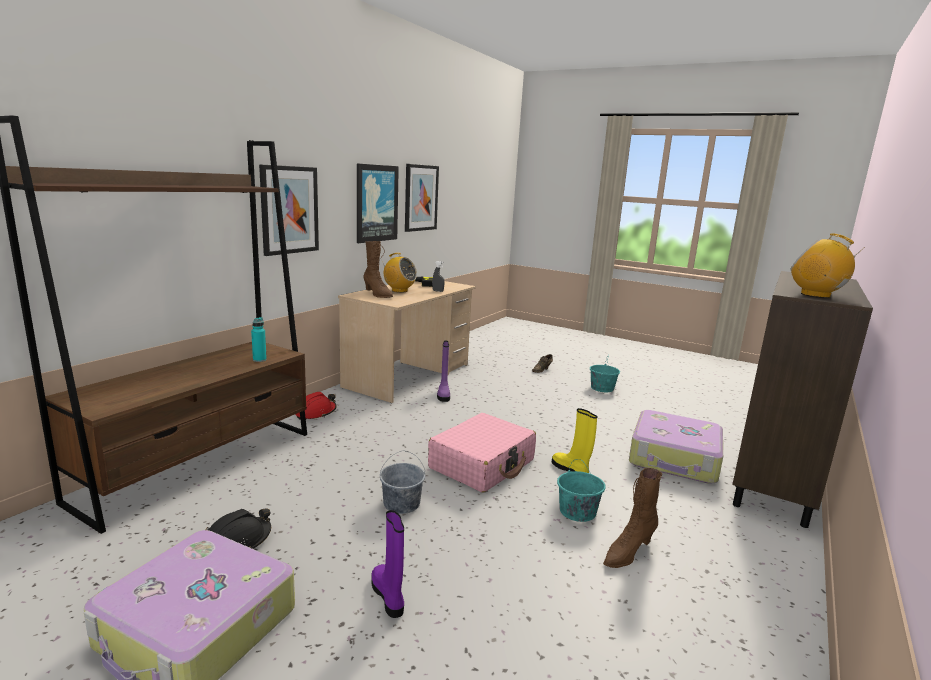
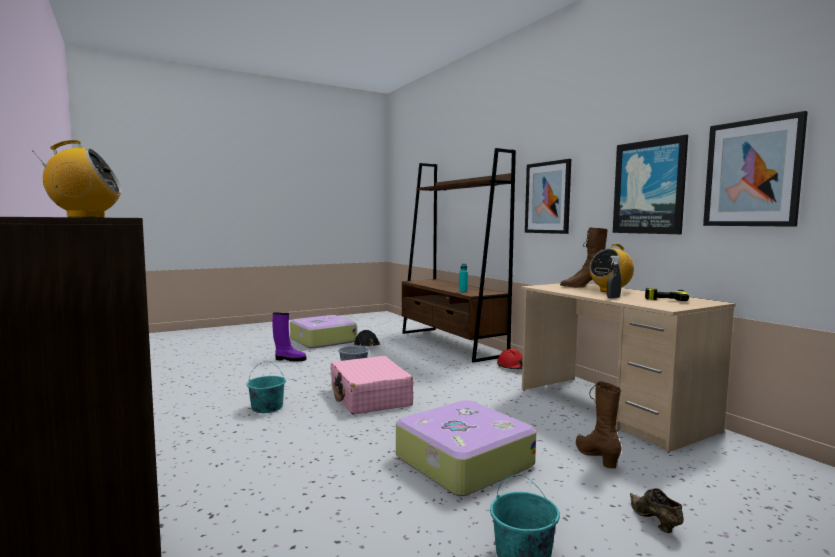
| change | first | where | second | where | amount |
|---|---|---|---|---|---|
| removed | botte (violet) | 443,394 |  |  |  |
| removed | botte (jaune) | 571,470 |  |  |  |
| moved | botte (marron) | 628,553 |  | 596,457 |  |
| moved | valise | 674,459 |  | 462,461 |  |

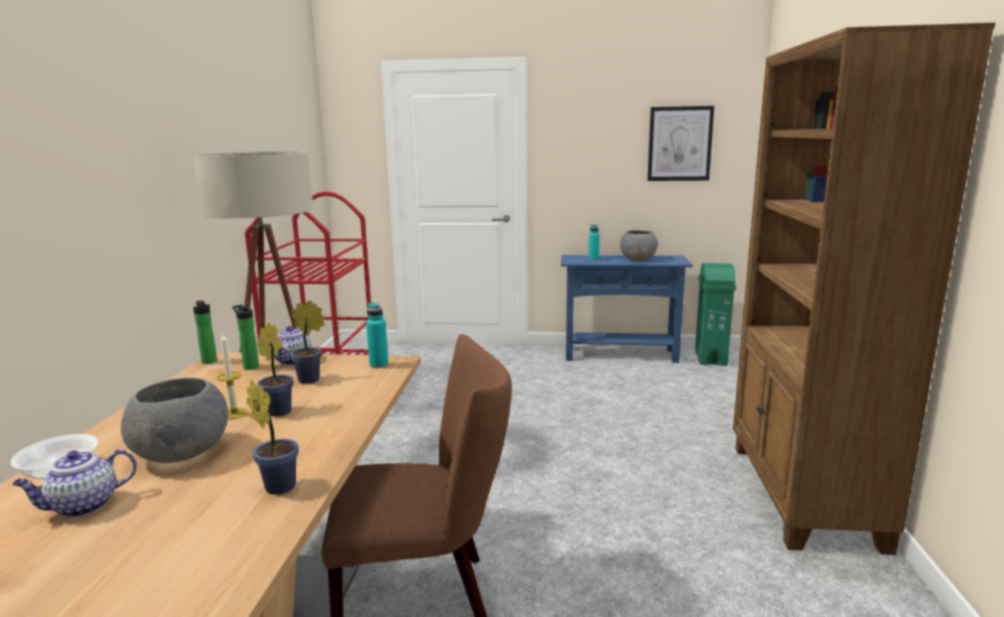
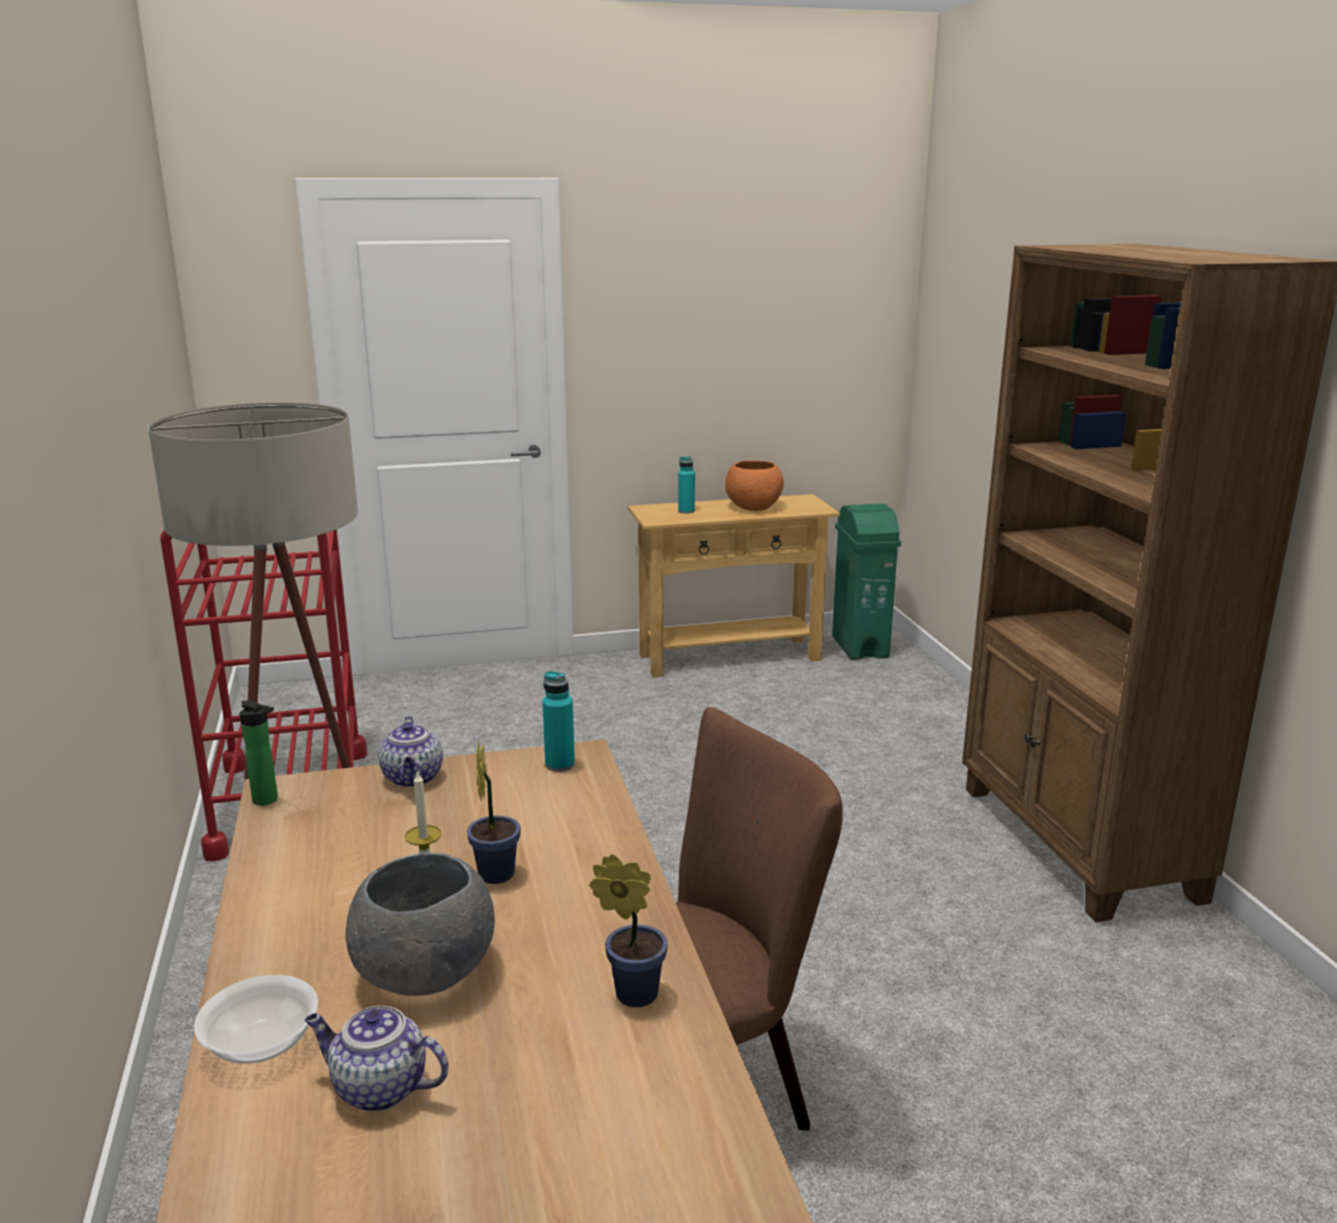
| change | first | where | second | where | amount |
|---|---|---|---|---|---|
| turned | théière | 83,506 |  | 378,1088 | 75 degrees clockwise |
| removed | bouteille | 250,366 |  |  |  |
| removed | plante en pot | 312,379 |  |  |  |
| recoloured | table console (bleu) | 620,355 | table console (beige) | 729,657 |  |
| recoloured | bol (gris) | 638,259 | bol (orange) | 753,507 |  |
| removed | tableau | 679,144 |  |  |  |

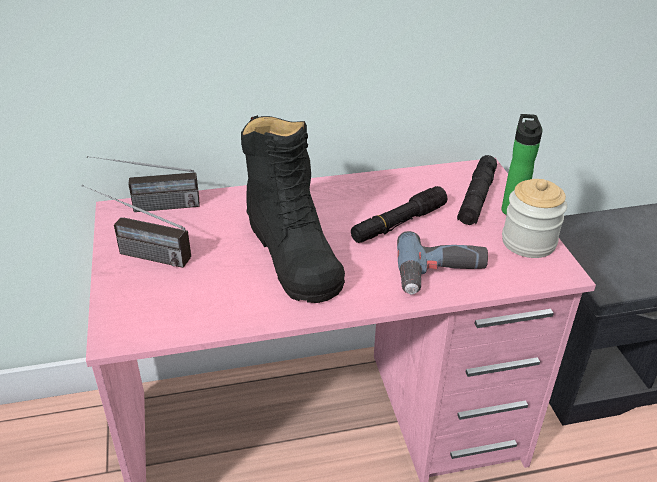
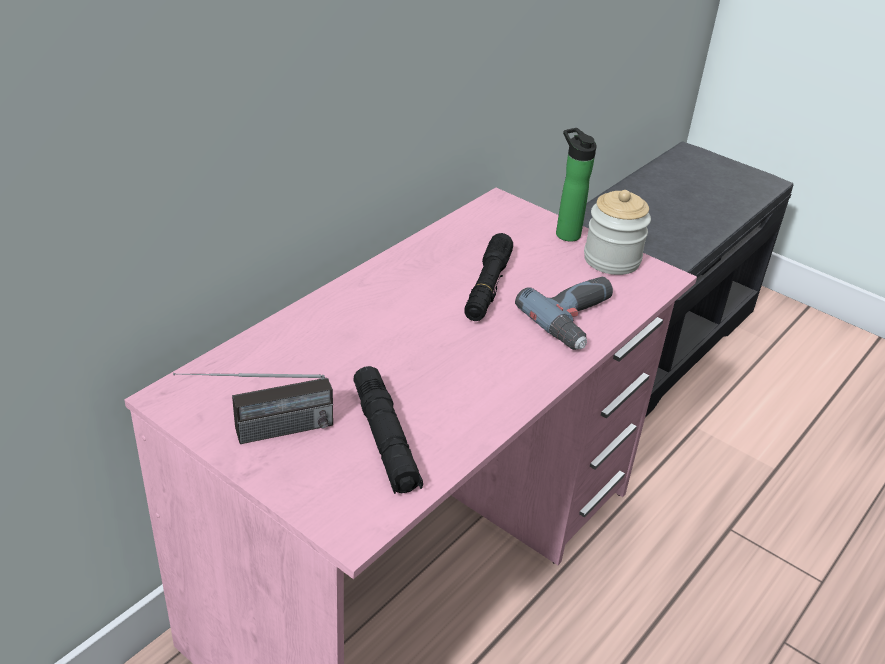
| change | first | where | second | where | amount |
|---|---|---|---|---|---|
| removed | radio | 148,207 |  |  |  |
| removed | botte (noir) | 292,253 |  |  |  |
| moved | lampe de poche (noir) | 476,198 |  | 385,439 |  |

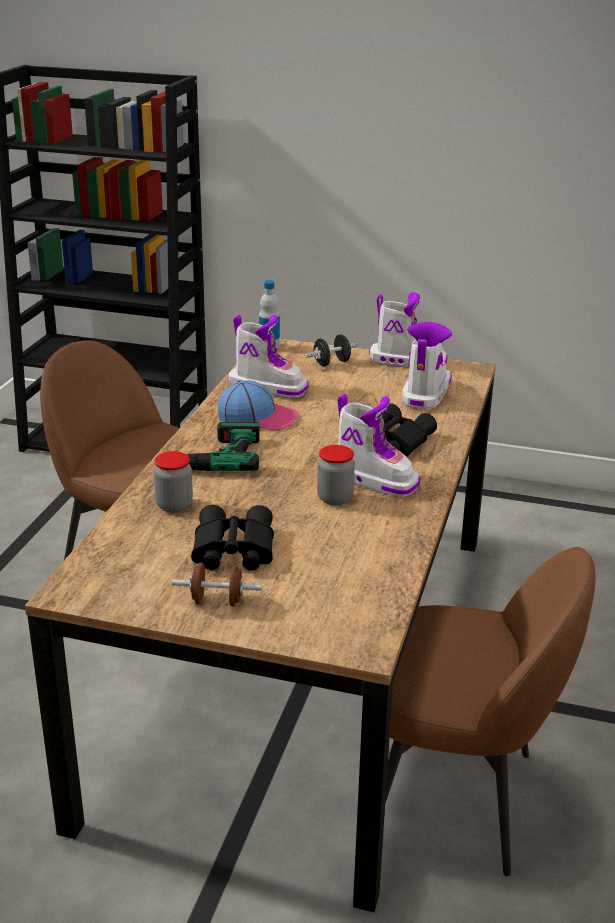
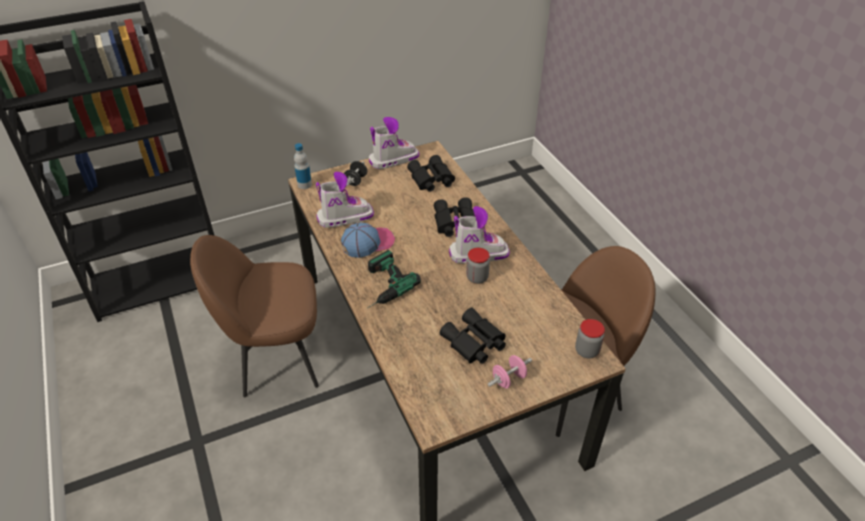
| change | first | where | second | where | amount |
|---|---|---|---|---|---|
| moved | bocal | 174,505 |  | 586,351 |  |
| recoloured | haltère (marron) | 217,601 | haltère (rose) | 508,379 |  |
| replaced | botte | 425,394 | jumelles (noir) | 431,179 |  |

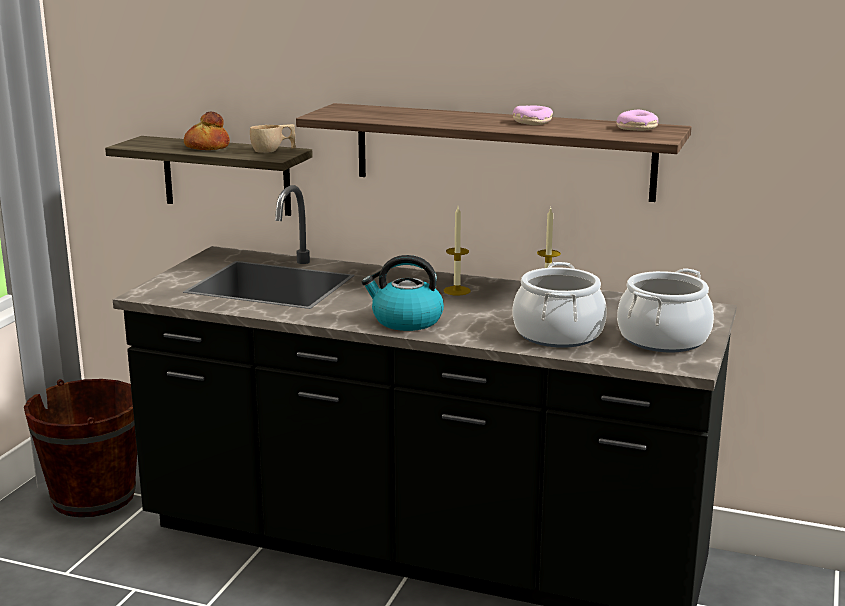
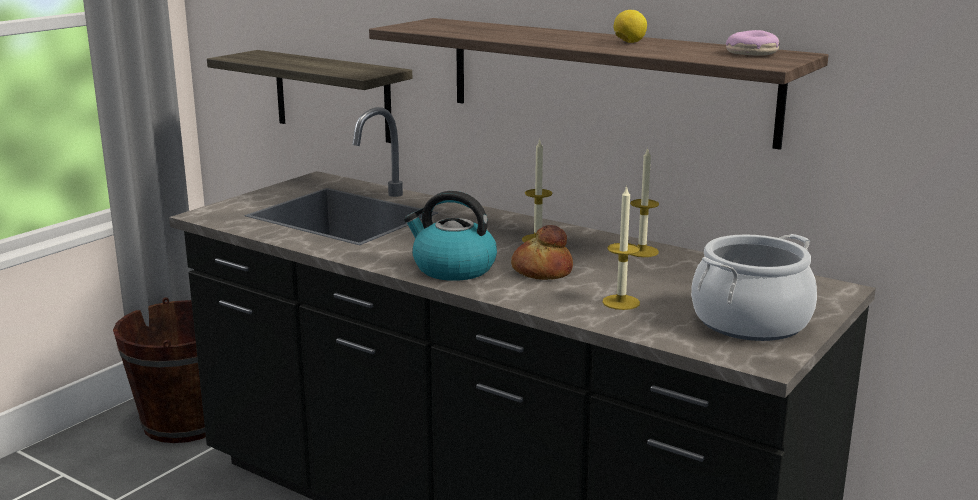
| change | first | where | second | where | amount |
|---|---|---|---|---|---|
| moved | pain | 206,147 |  | 541,271 |  |
| removed | tasse (beige) | 273,151 |  |  |  |
| replaced | beignet | 532,122 | citron | 629,42 |  |
| replaced | marmite | 558,334 | bougie | 621,302 |  |

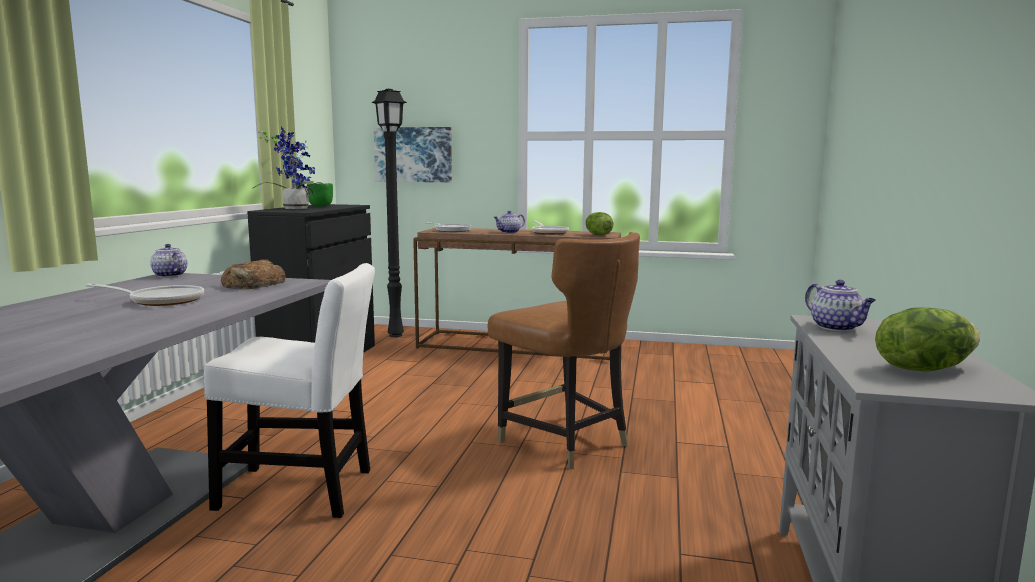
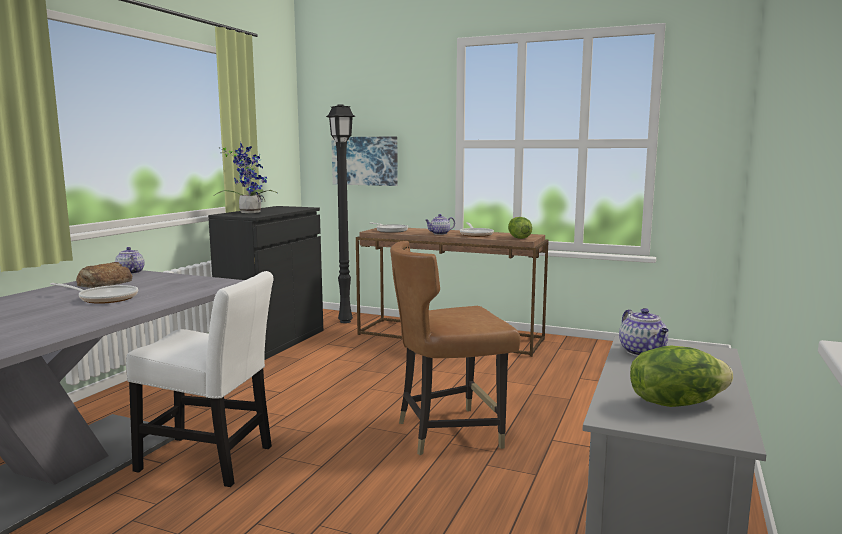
| change | first | where | second | where | amount |
|---|---|---|---|---|---|
| moved | pain | 253,284 |  | 103,283 |  |
| removed | bol (vert) | 321,206 |  |  |  |
| turned | chaise (marron) | 564,442 |  | 449,432 | 105 degrees clockwise |

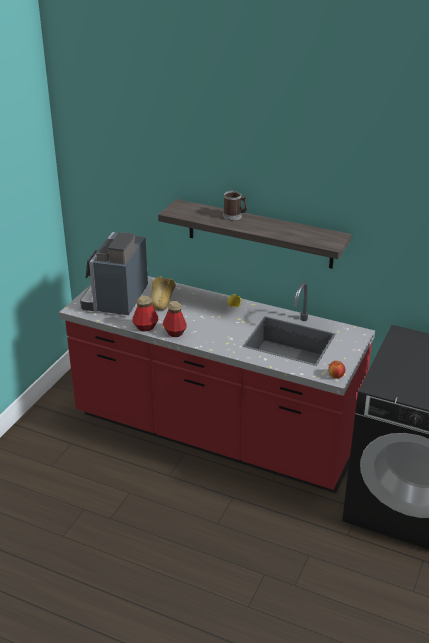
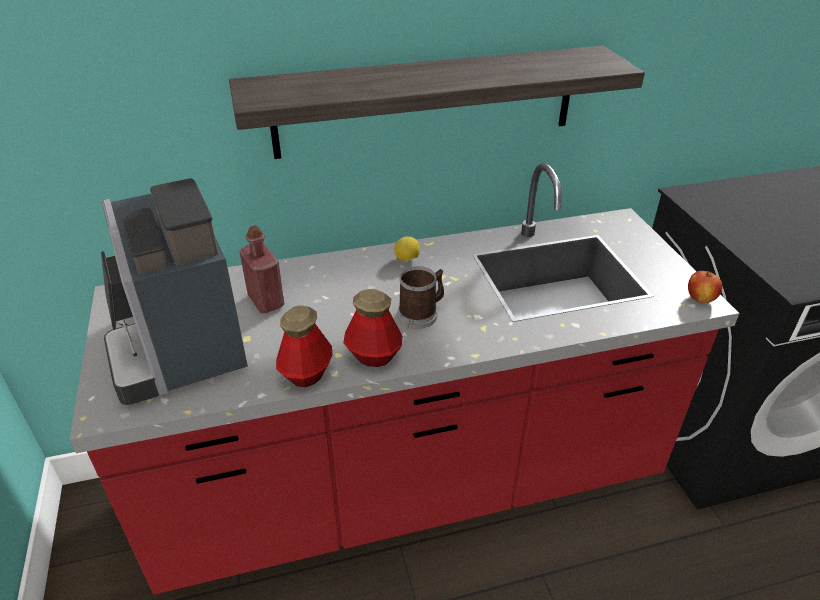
| change | first | where | second | where | amount |
|---|---|---|---|---|---|
| replaced | pain | 161,298 | bouteille (rouge) | 266,301 |  |
| moved | mug | 234,216 |  | 421,314 |  |

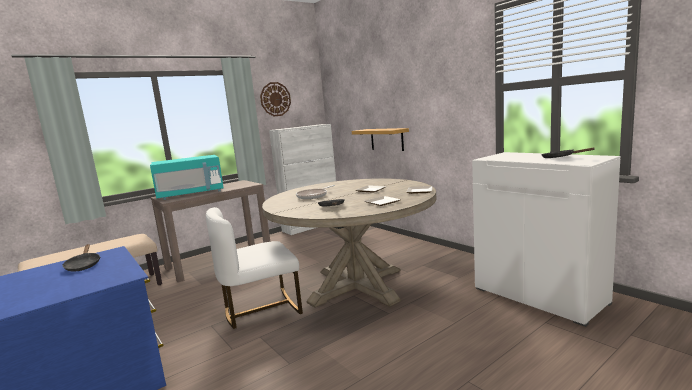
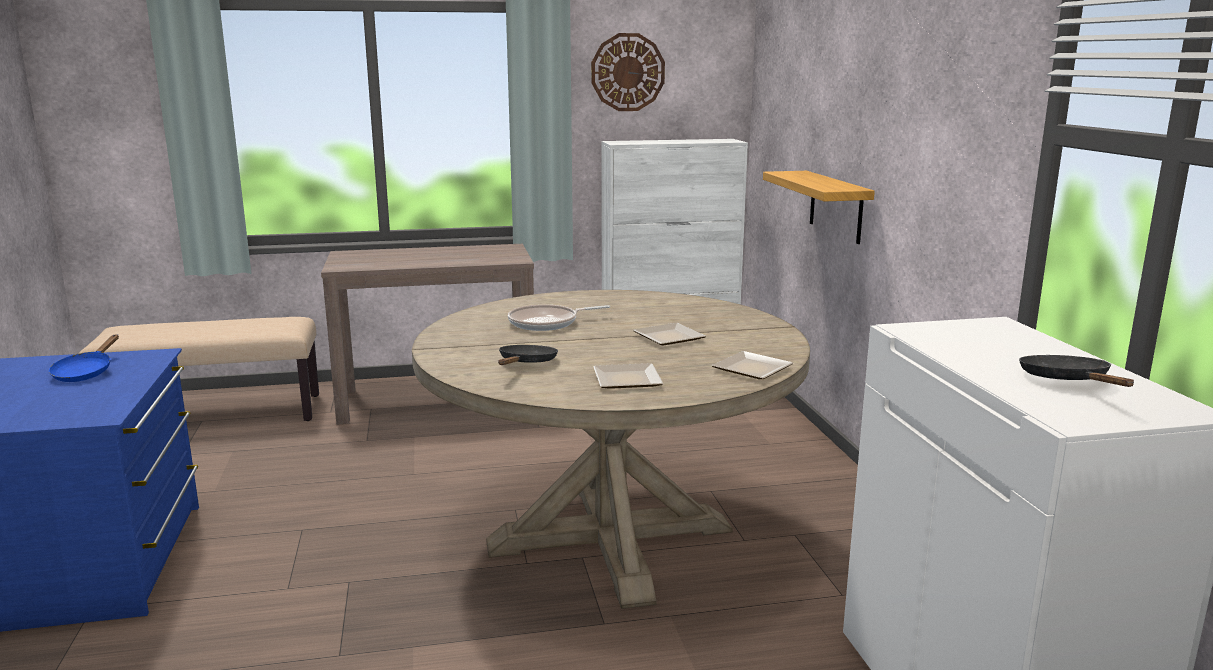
| change | first | where | second | where | amount |
|---|---|---|---|---|---|
| recoloured | poêle (noir) | 83,265 | poêle (bleu) | 86,372 |  |
| removed | micro-ondes (turquoise) | 191,194 |  |  |  |
| removed | chaise (blanc) | 261,309 |  |  |  |

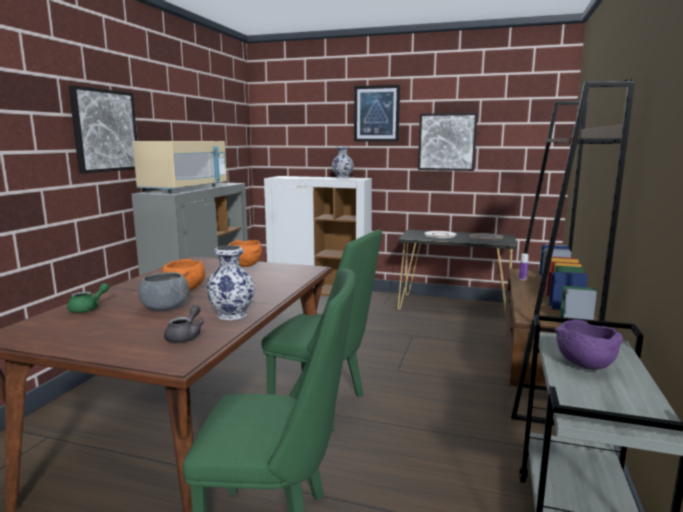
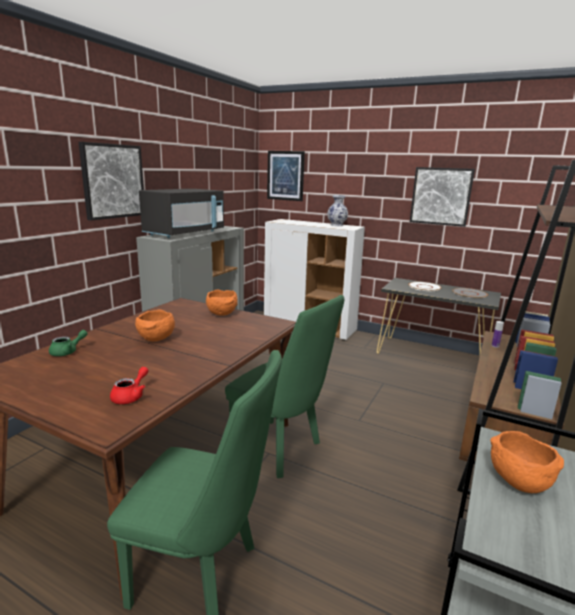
| change | first | where | second | where | amount |
|---|---|---|---|---|---|
| recoloured | micro-ondes (beige) | 185,189 | micro-ondes (noir) | 185,233 |  |
| removed | bol (gris) | 165,308 |  |  |  |
| recoloured | théière (gris) | 185,336 | théière (rouge) | 131,396 |  |
| removed | vase | 233,314 |  |  |  |
| moved | tableau | 376,113 |  | 285,175 |  |
| recoloured | bol (violet) | 583,365 | bol (orange) | 517,482 |  |

